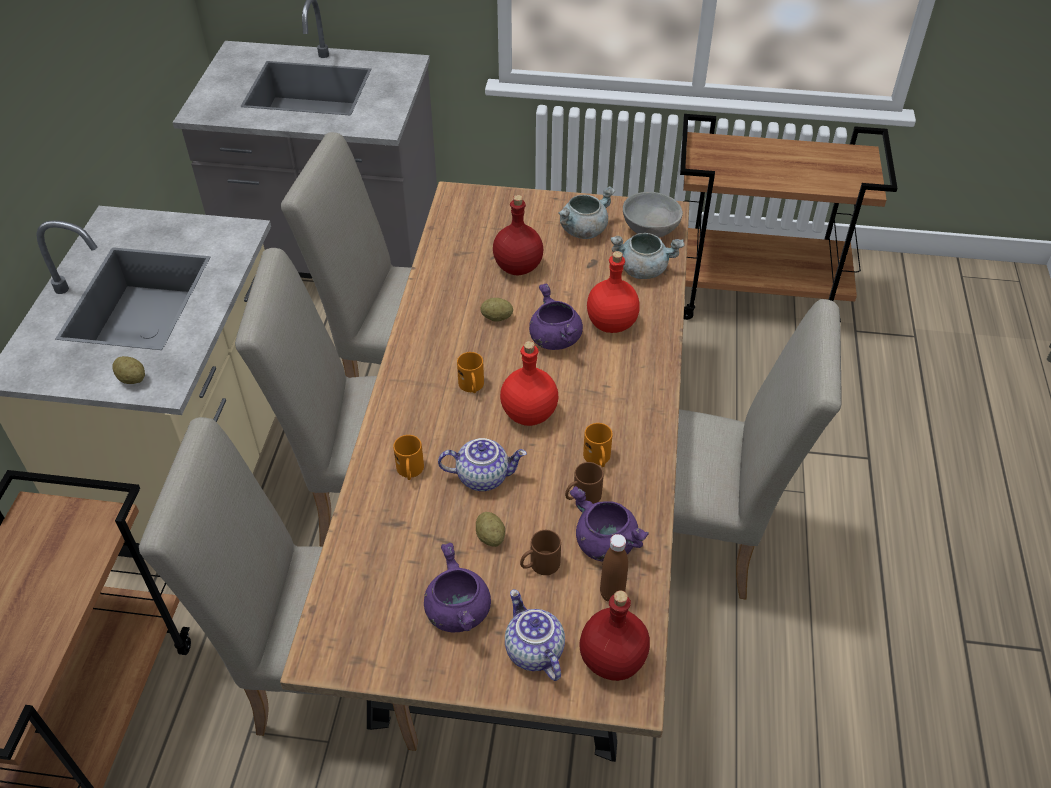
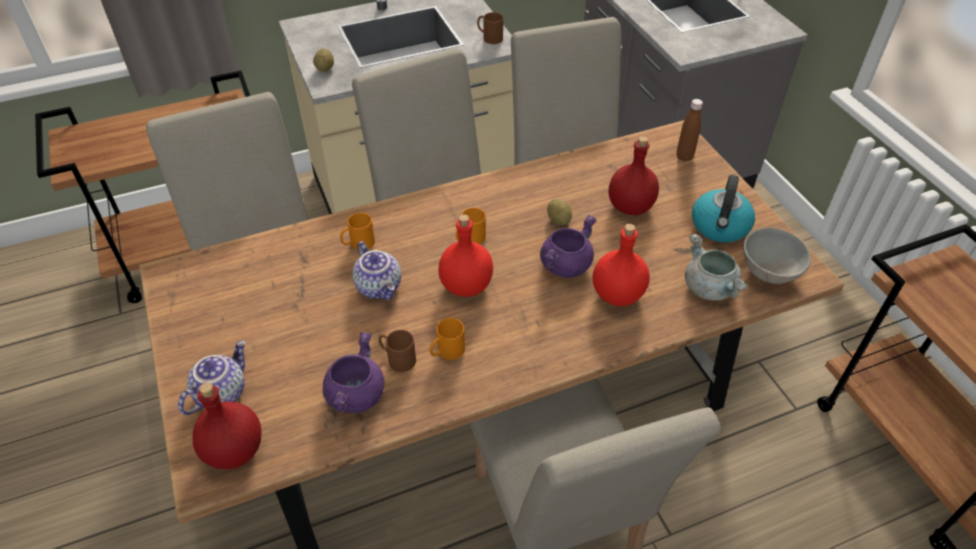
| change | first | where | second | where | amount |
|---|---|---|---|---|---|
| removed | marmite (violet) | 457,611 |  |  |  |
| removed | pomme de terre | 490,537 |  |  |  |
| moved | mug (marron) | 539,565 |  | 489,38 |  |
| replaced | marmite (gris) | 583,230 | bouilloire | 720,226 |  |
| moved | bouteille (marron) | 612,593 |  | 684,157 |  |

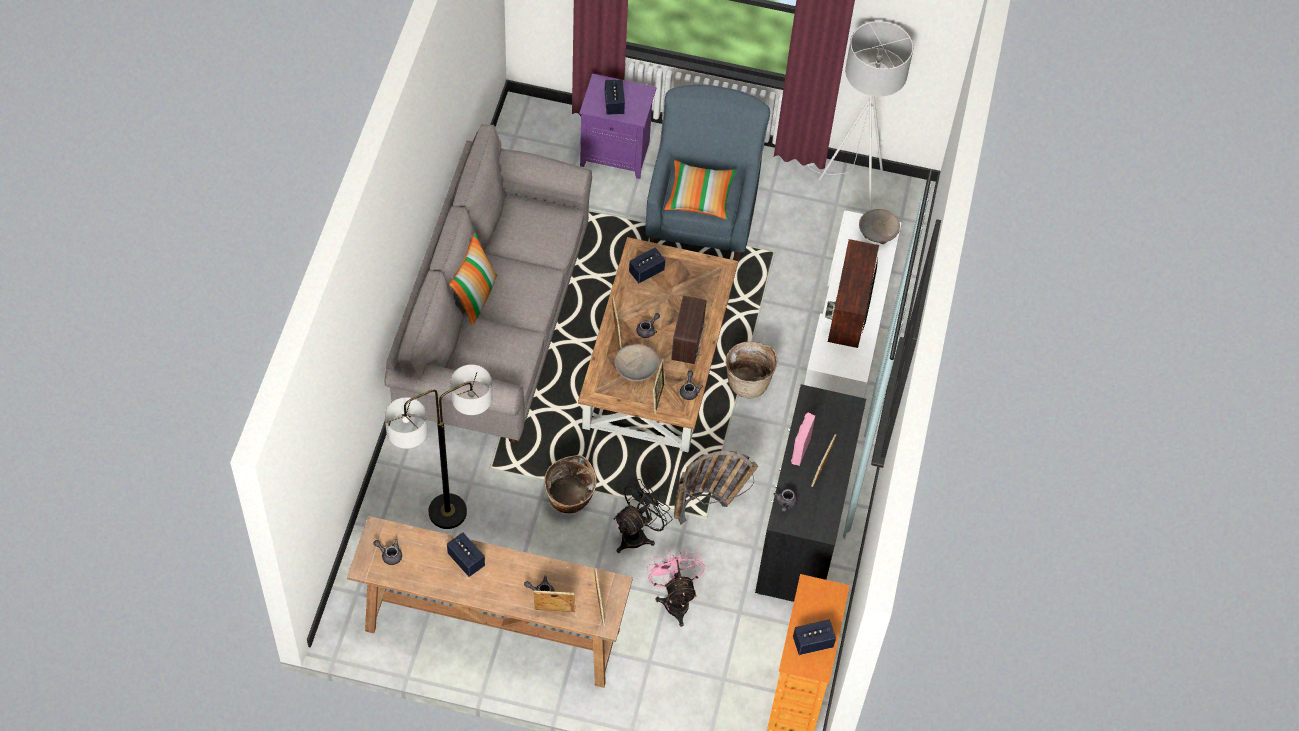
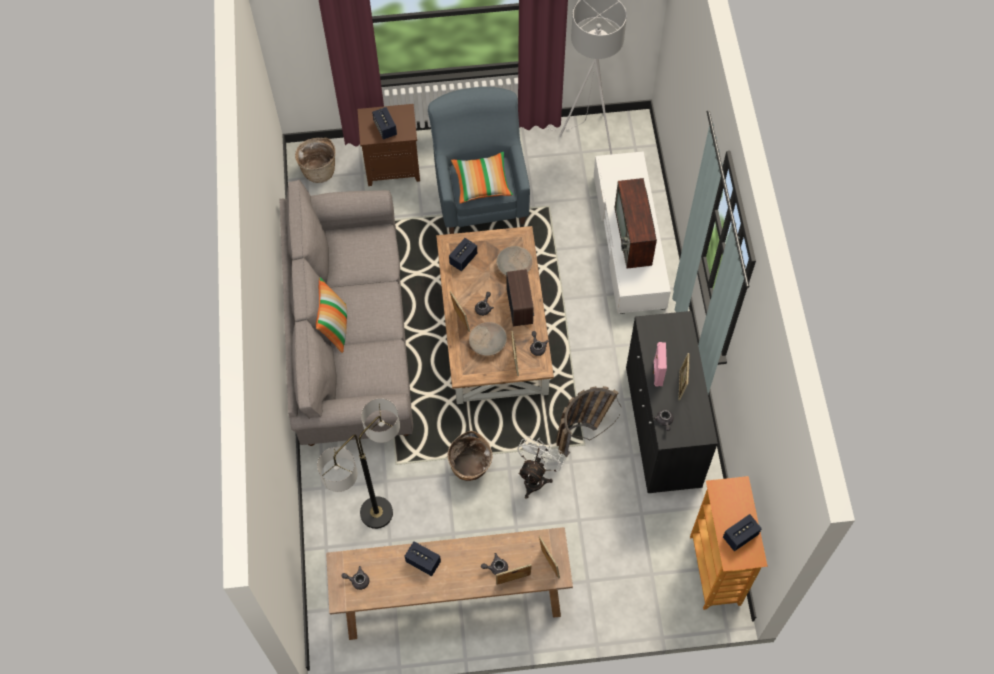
| change | first | where | second | where | amount |
|---|---|---|---|---|---|
| recoloured | table de chevet (violet) | 617,153 | table de chevet (marron) | 393,166 |  |
| recoloured | ventilateur (noir) | 638,534 | ventilateur (blanc) | 536,477 |  |
| removed | ventilateur (rose) | 675,599 |  |  |  |
| moved | panier | 748,381 |  | 319,170 |  |
| moved | bol (beige) | 877,231 |  | 514,266 |  |

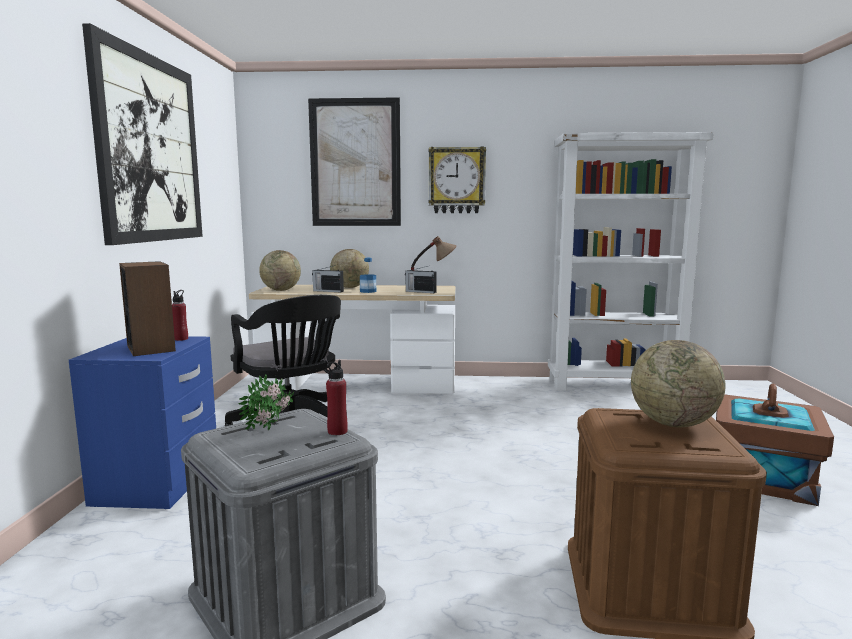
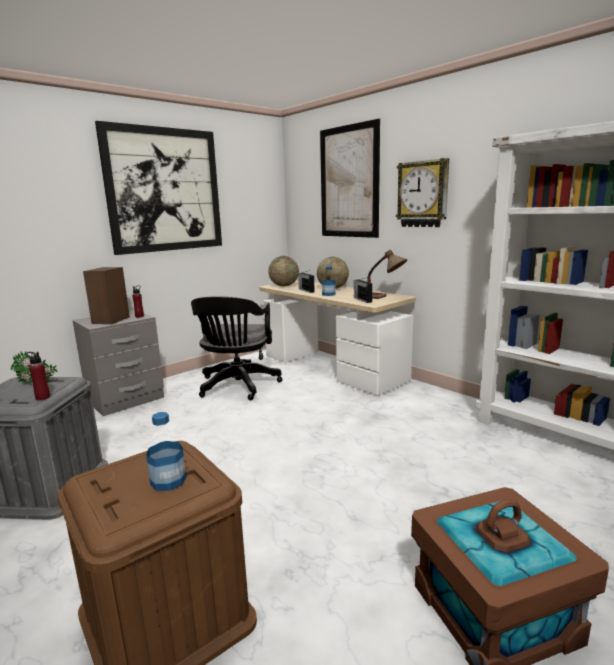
| change | first | where | second | where | amount |
|---|---|---|---|---|---|
| recoloured | table de chevet (bleu) | 158,483 | table de chevet (gris) | 126,400 |  |
| replaced | globe | 673,424 | bouteille | 168,480 |  |

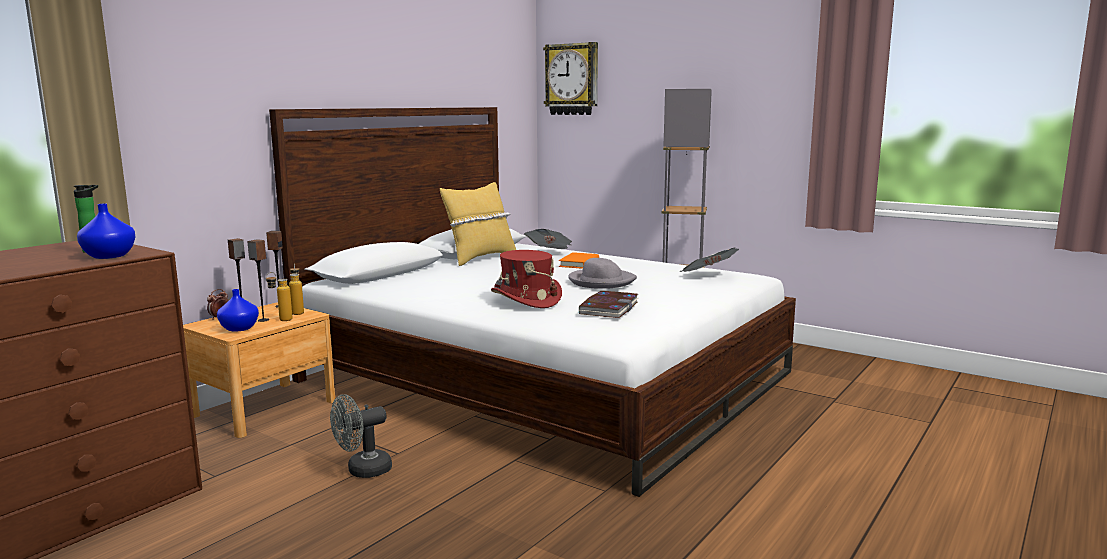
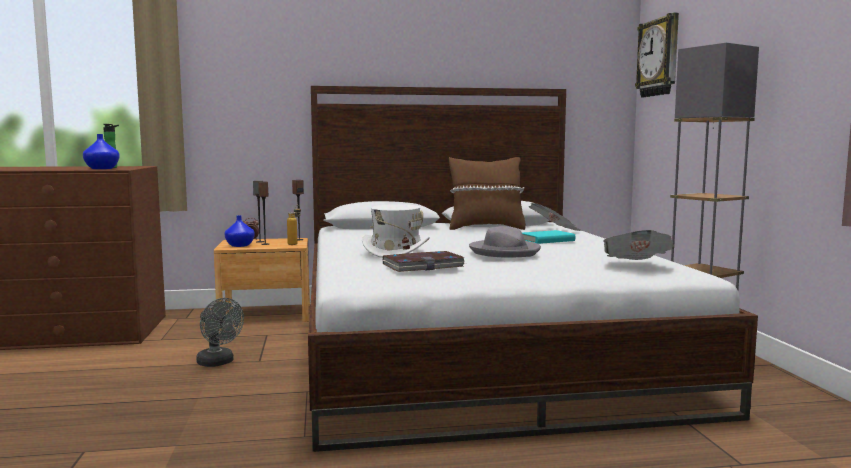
| change | first | where | second | where | amount |
|---|---|---|---|---|---|
| removed | bouteille | 281,320 |  |  |  |
| turned | ventilateur (gris) | 362,471 |  | 218,363 | 150 degrees counterclockwise |
| recoloured | coussin (jaune) | 480,258 | coussin (marron) | 485,228 |  |
| recoloured | chapeau (rouge) | 526,299 | chapeau (blanc) | 395,251 |  |
| recoloured | livre (orange) | 579,263 | livre (turquoise) | 547,240 |  |

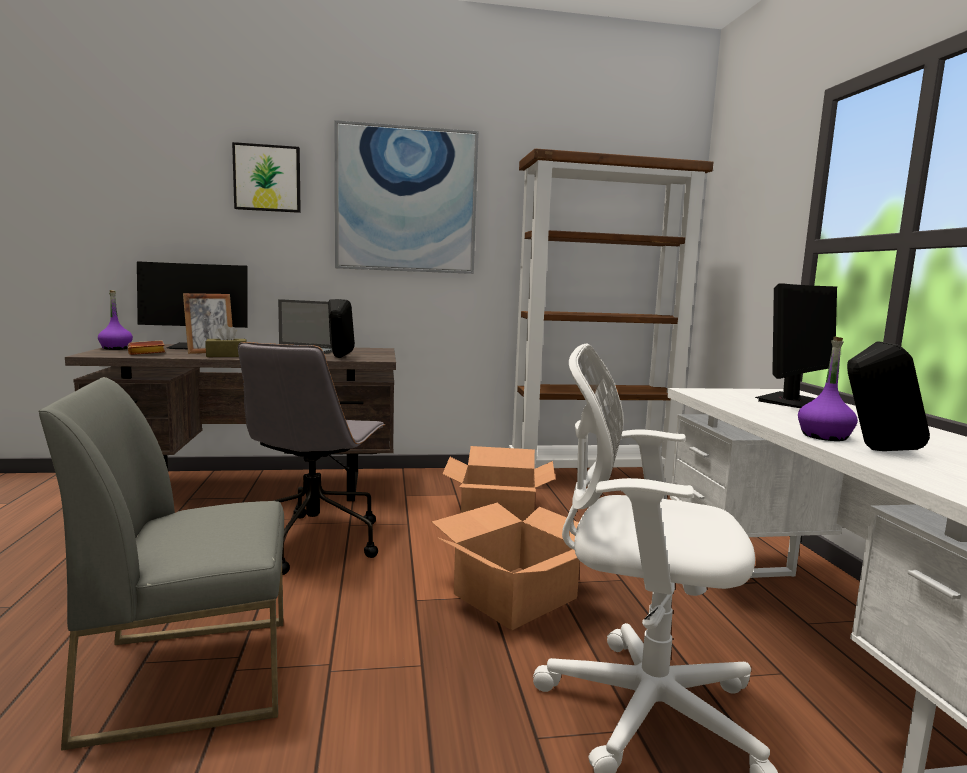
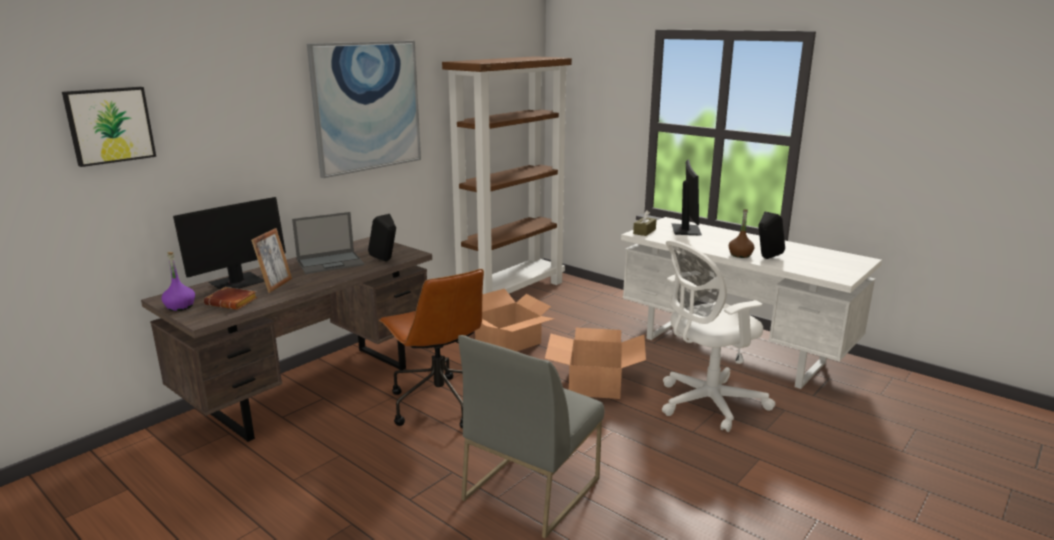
| change | first | where | second | where | amount |
|---|---|---|---|---|---|
| moved | boîte à mouchoirs (marron) | 226,355 |  | 644,231 |  |
| moved | tableau | 267,178 |  | 109,125 |  |
| recoloured | chaise de bureau (gris) | 314,540 | chaise de bureau (marron) | 439,403 |  |
| recoloured | bouteille (violet) | 824,436 | bouteille (marron) | 740,255 |  |

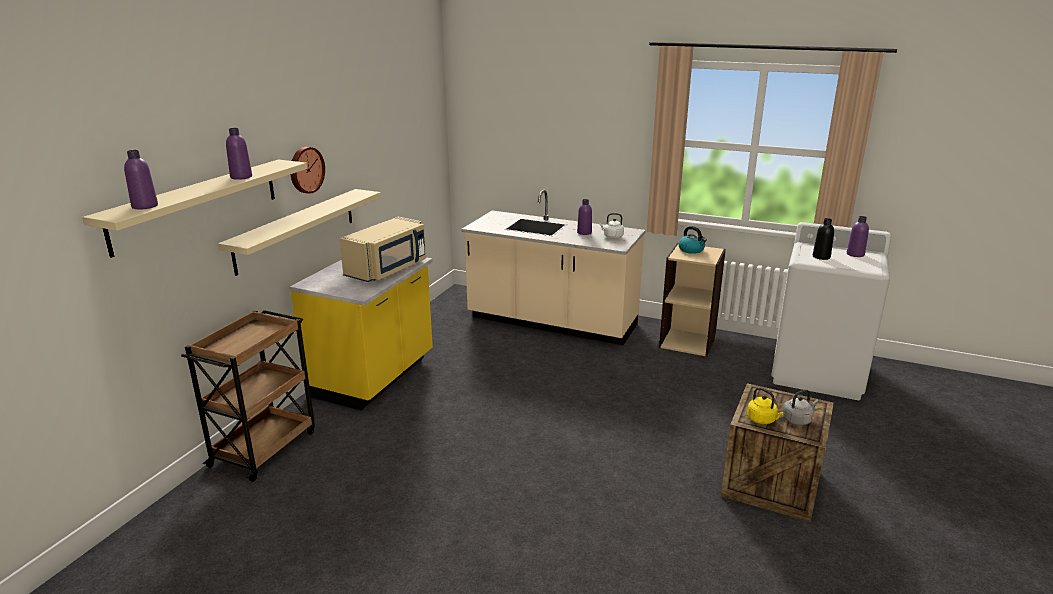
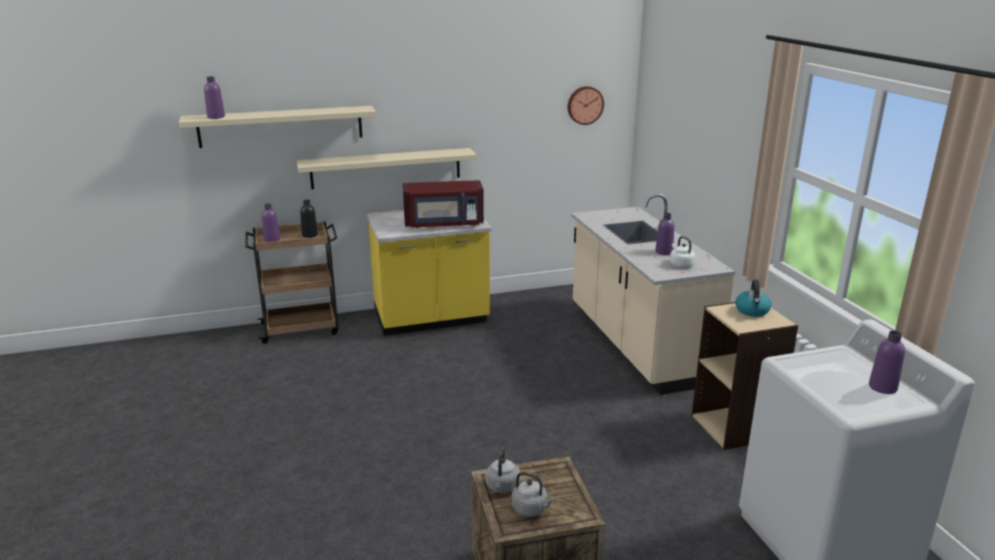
| change | first | where | second | where | amount |
|---|---|---|---|---|---|
| moved | bouteille (violet) | 241,177 |  | 272,239 |  |
| moved | horloge murale | 305,170 |  | 584,105 |  |
| recoloured | micro-ondes (beige) | 388,269 | micro-ondes (rouge) | 444,224 |  |
| recoloured | bouilloire (jaune) | 762,420 | bouilloire (gris) | 502,487 |  |
| moved | bouteille (noir) | 821,257 |  | 310,235 |  |

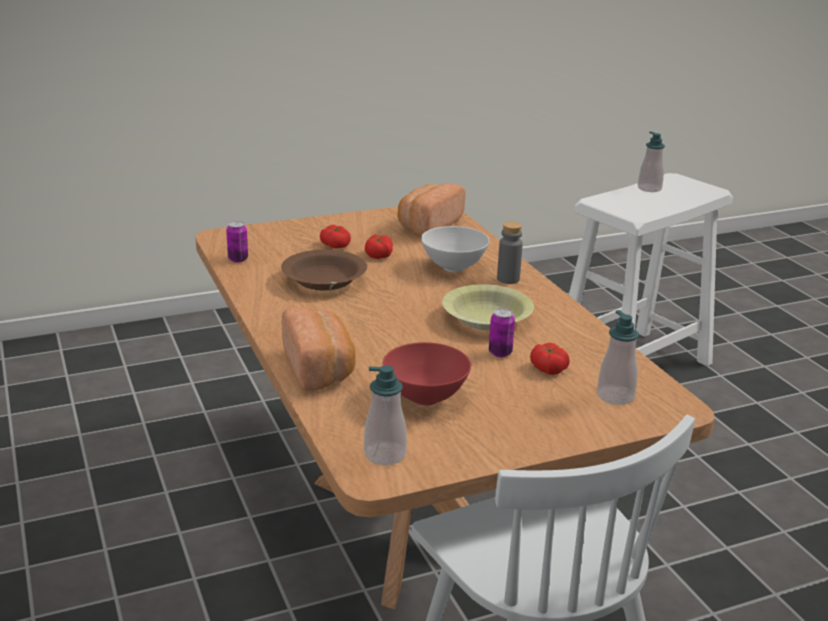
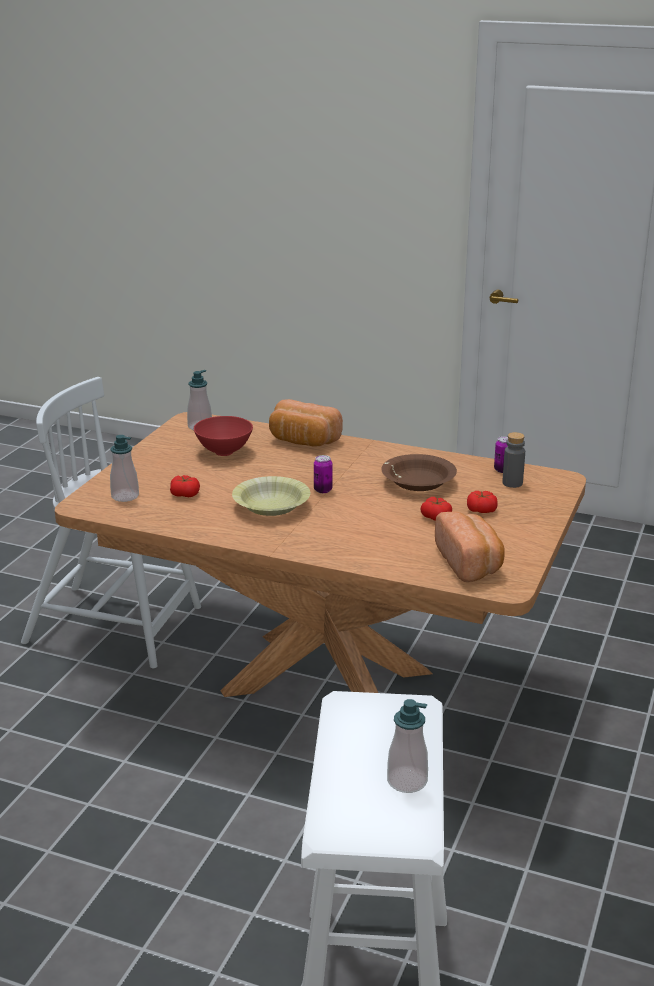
| change | first | where | second | where | amount |
|---|---|---|---|---|---|
| removed | bol (blanc) | 453,267 |  |  |  |
| moved | boîte métallique | 500,353 |  | 323,490 |  |
| moved | bouteille (gris) | 508,279 |  | 512,483 |  |

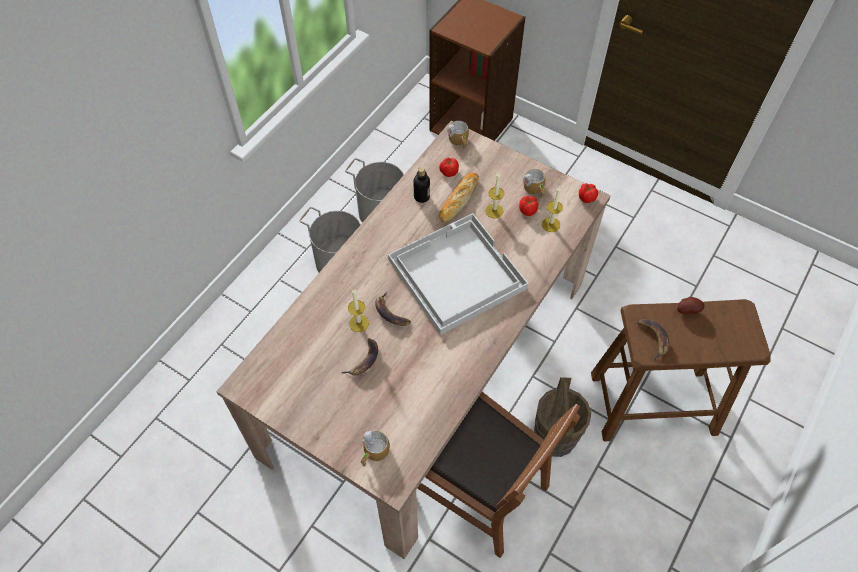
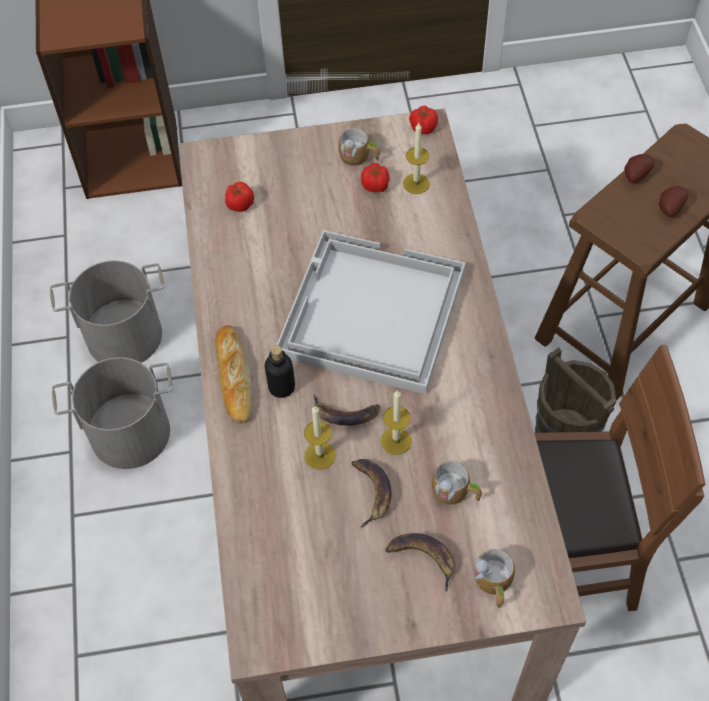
| change | first | where | second | where | amount |
|---|---|---|---|---|---|
| moved | bouteille | 421,197 |  | 281,387 |  |
| moved | pain | 458,199 |  | 233,377 |  |
| moved | mug | 459,141 |  | 456,493 |  |
| moved | bougie | 494,211 |  | 396,440 |  |
| moved | banane | 653,339 |  | 423,558 |  |
| added |  |  | pomme de terre | 669,208 |  |

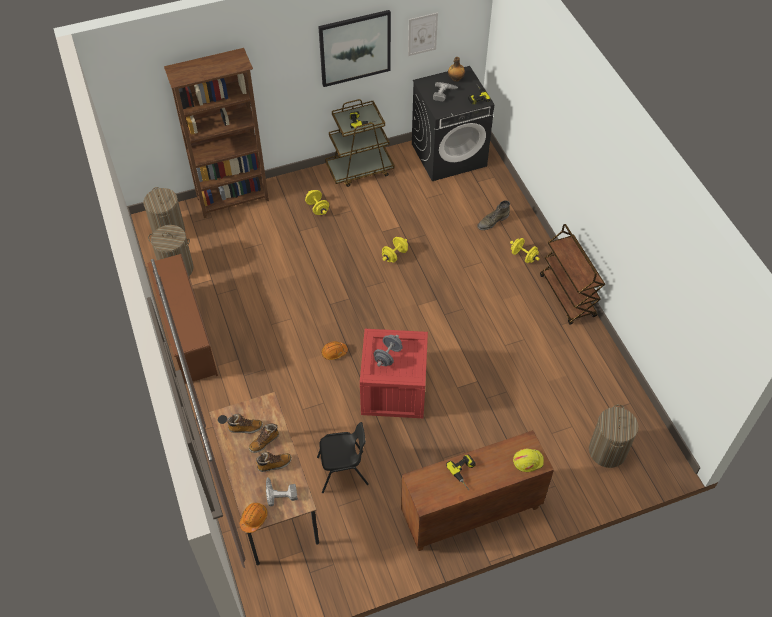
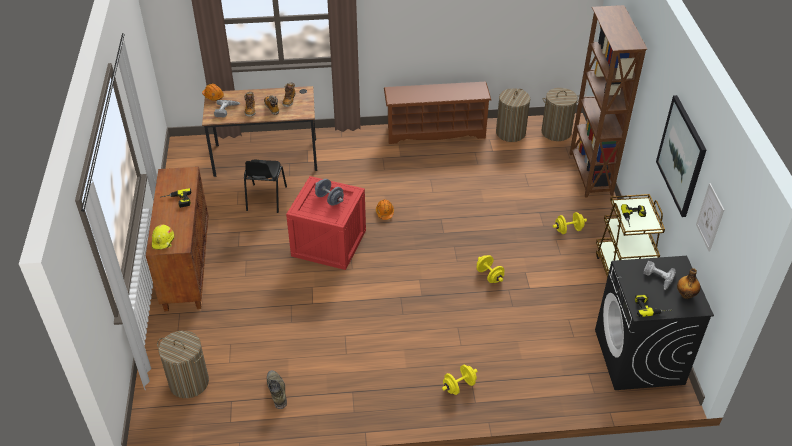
| change | first | where | second | where | amount |
|---|---|---|---|---|---|
| moved | botte (vert) | 492,221 |  | 277,391 |  |
| removed | chariot (marron) | 568,296 |  |  |  |

